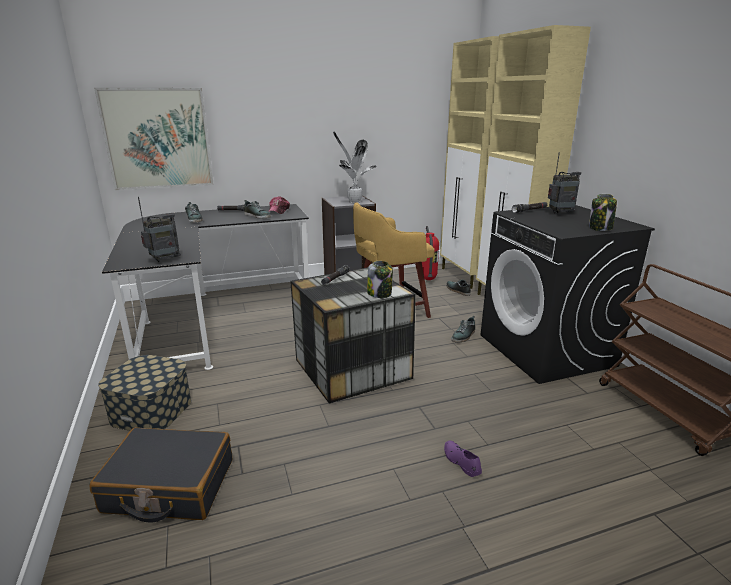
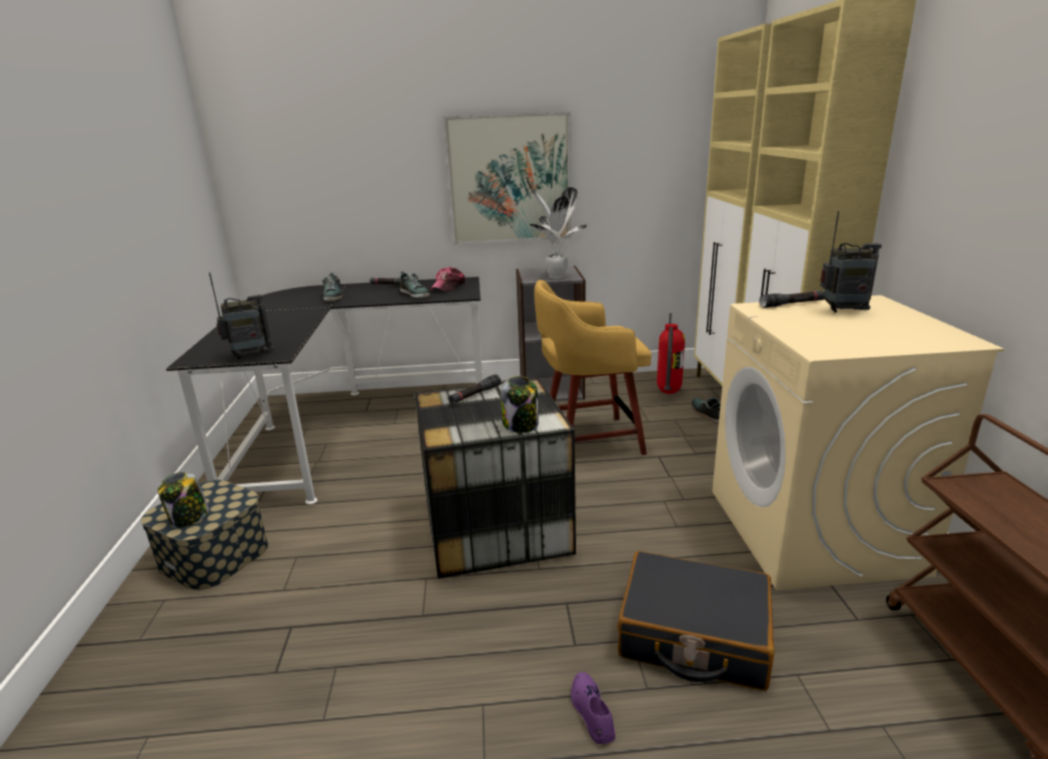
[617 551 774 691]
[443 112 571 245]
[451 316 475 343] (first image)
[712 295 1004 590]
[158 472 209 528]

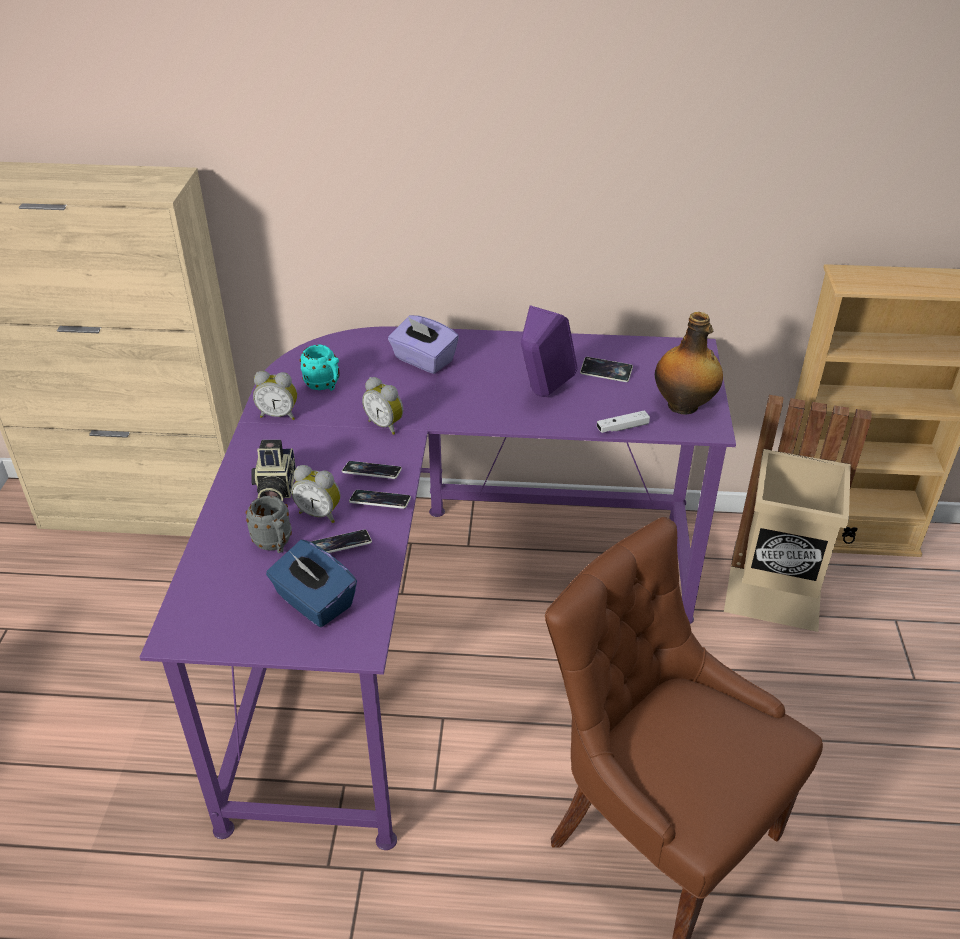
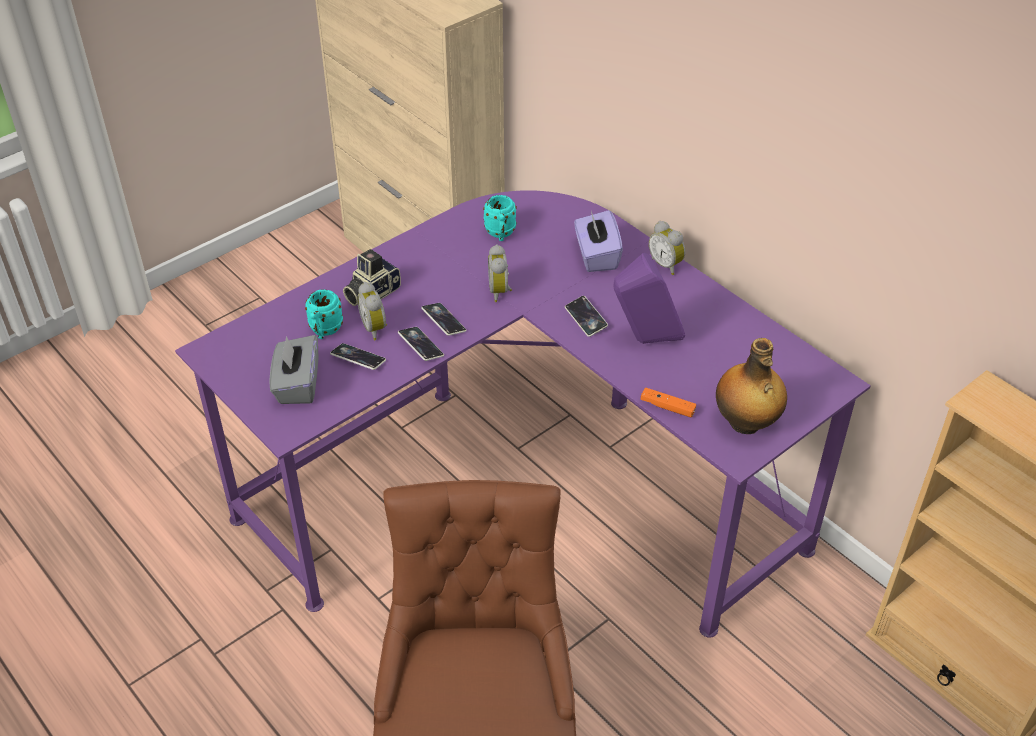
[305 289 343 339]
[649 221 686 275]
[269 335 318 404]
[565 296 608 337]
[641 388 696 418]
[724 395 871 632] (first image)

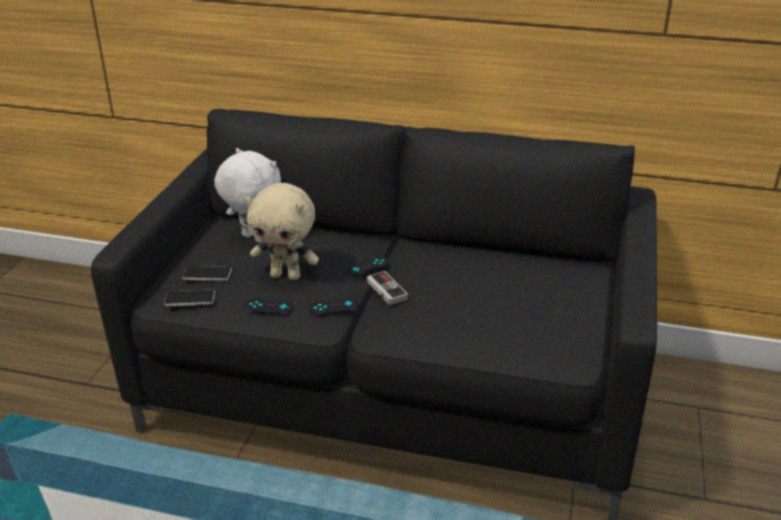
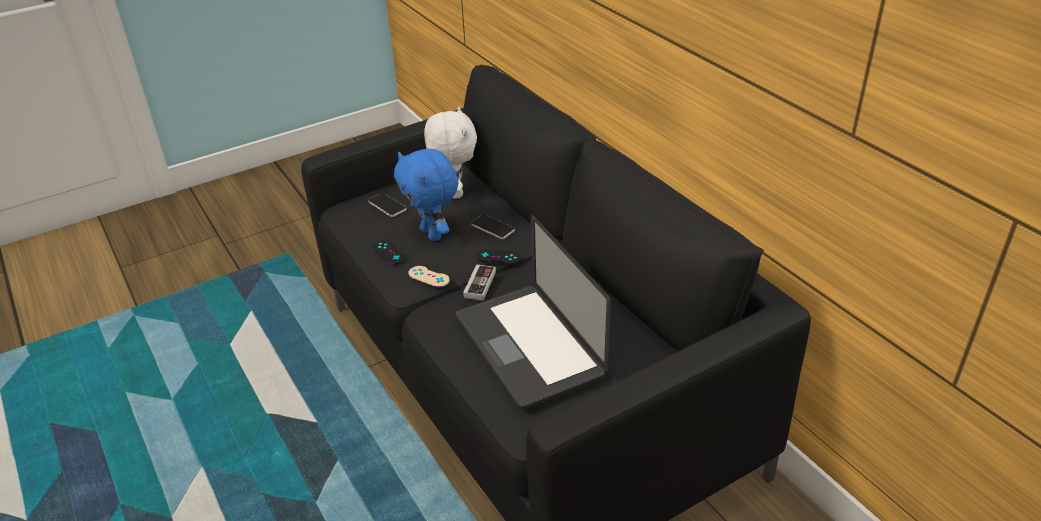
[471 215 515 239]
[394 149 458 241]
[408 266 450 287]
[456 215 611 410]

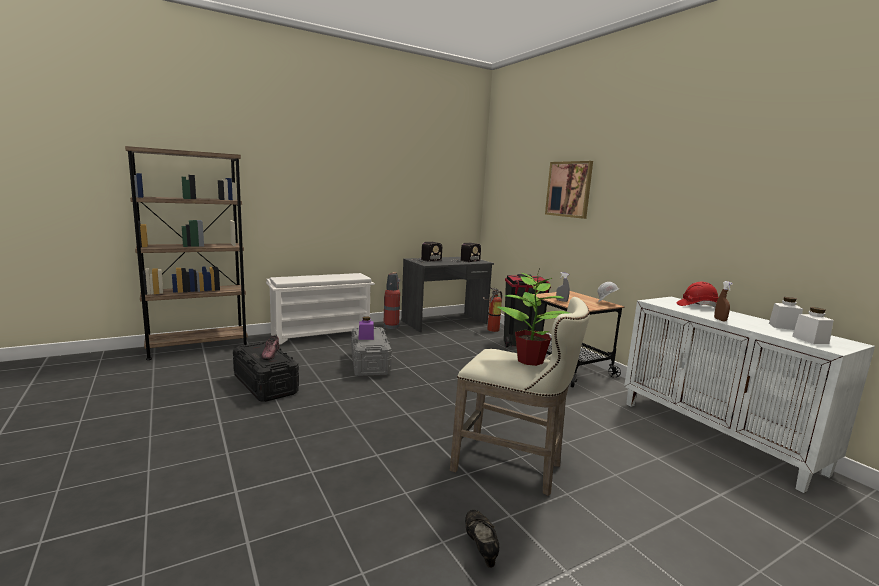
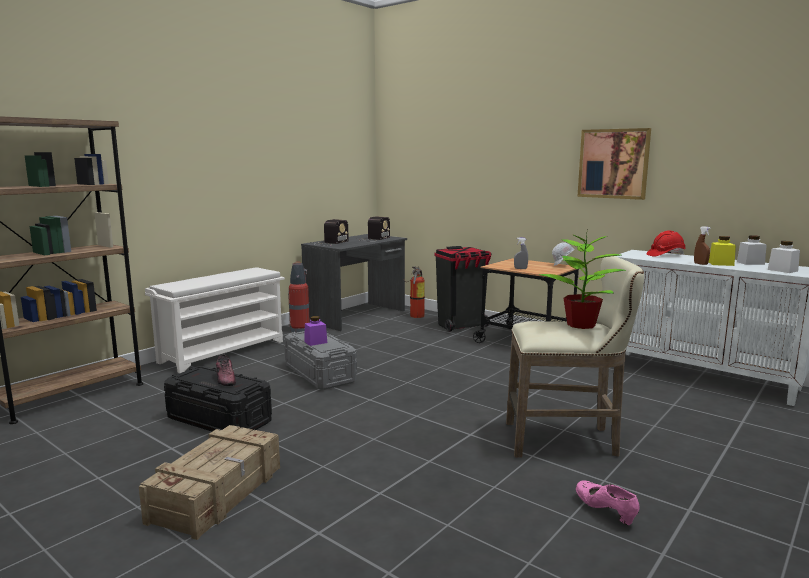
[576 480 640 525]
[577 128 651 200]
[139 425 280 540]
[709 236 736 266]

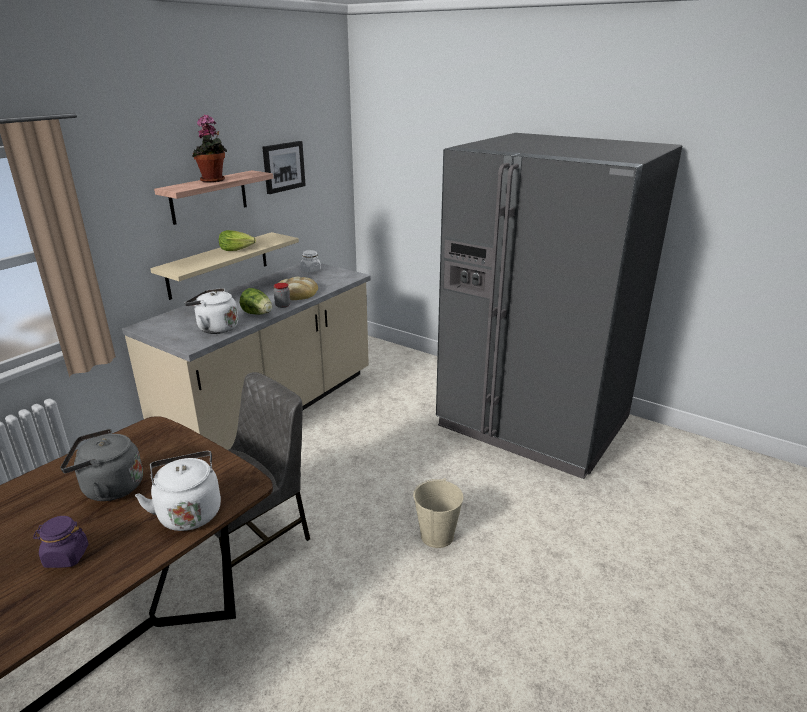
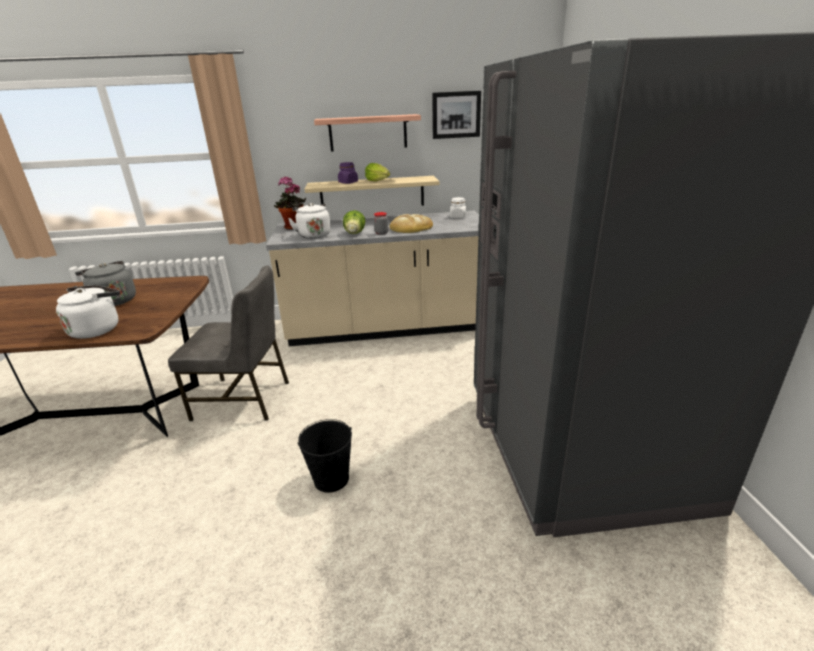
[338 162 358 184]
[274 177 306 230]
[297 419 352 493]

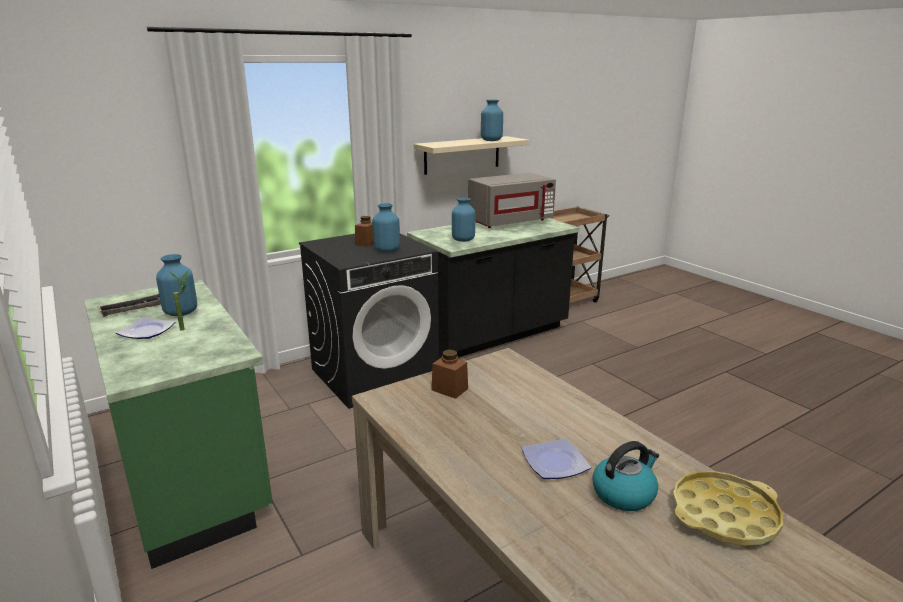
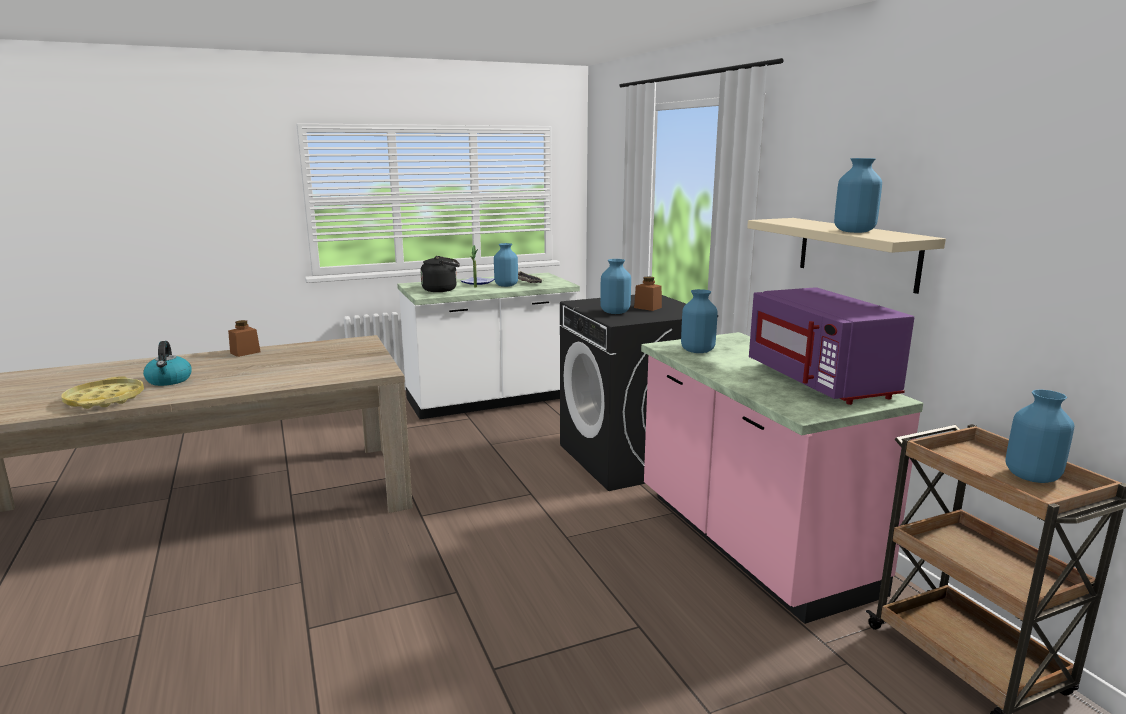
[397 273 580 419]
[641 332 923 624]
[228 320 261 357]
[749 287 914 405]
[522 438 591 479] (first image)
[421 256 460 292]
[1005 389 1074 483]

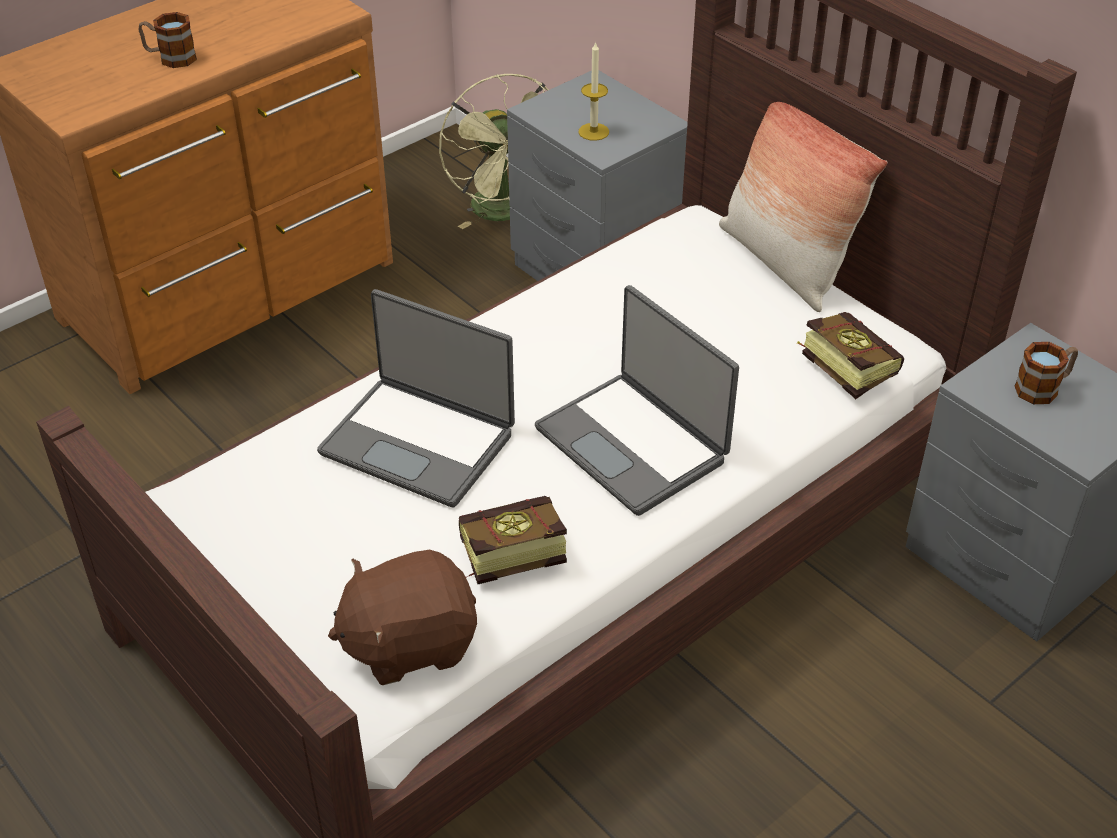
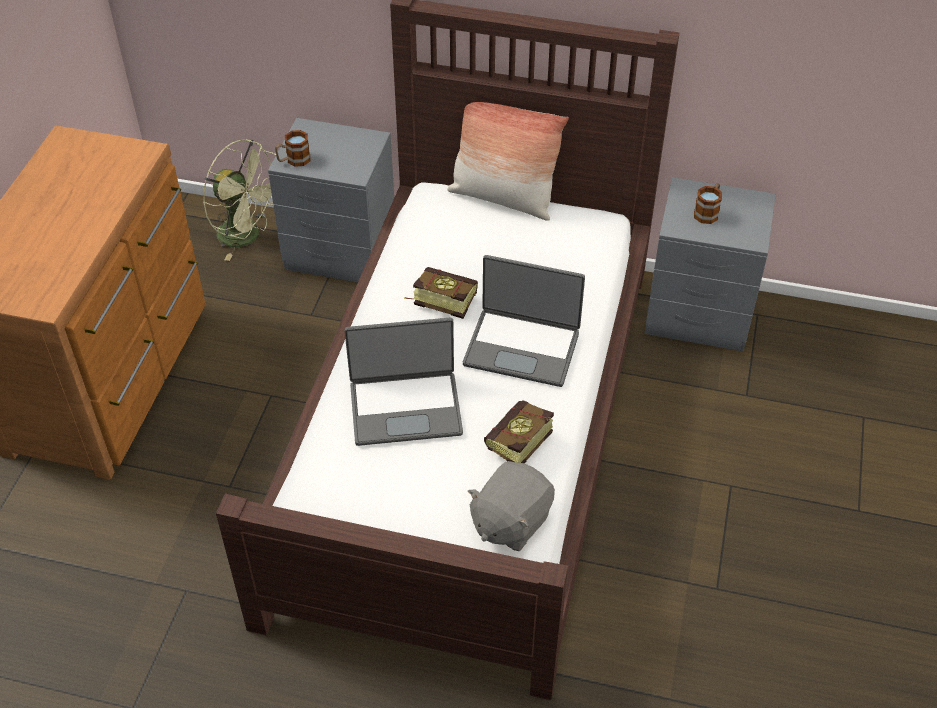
[275 130 310 167]
[468 461 555 551]
[578 41 609 141] (first image)
[404 267 478 319]

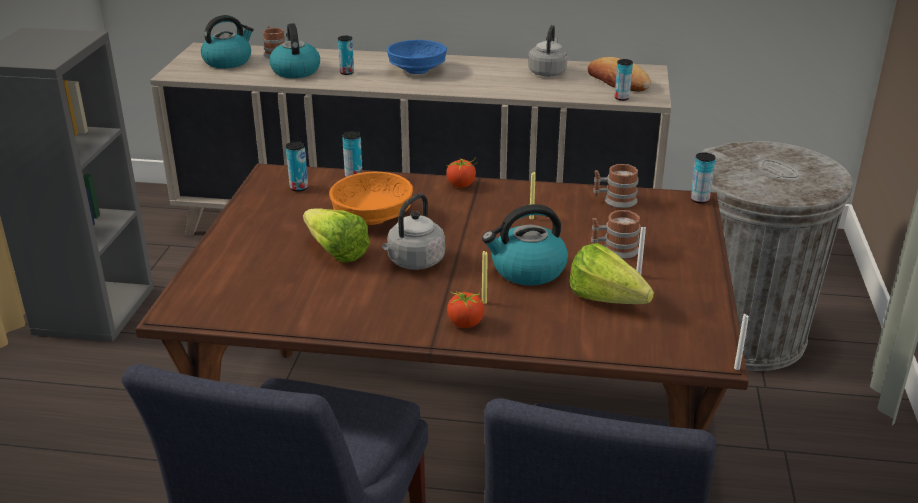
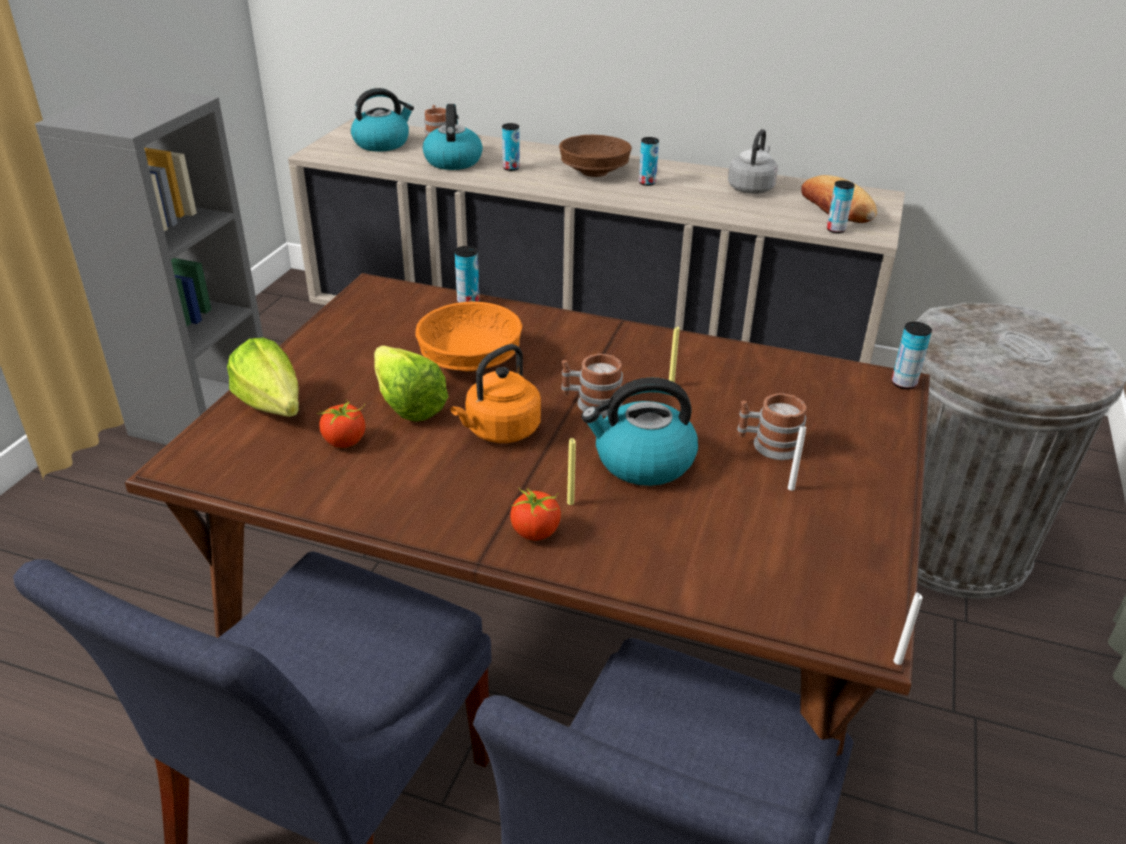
[639 137 659 186]
[450 344 541 443]
[559 135 632 177]
[317 399 365 448]
[227 338 299 417]
[561 354 623 417]

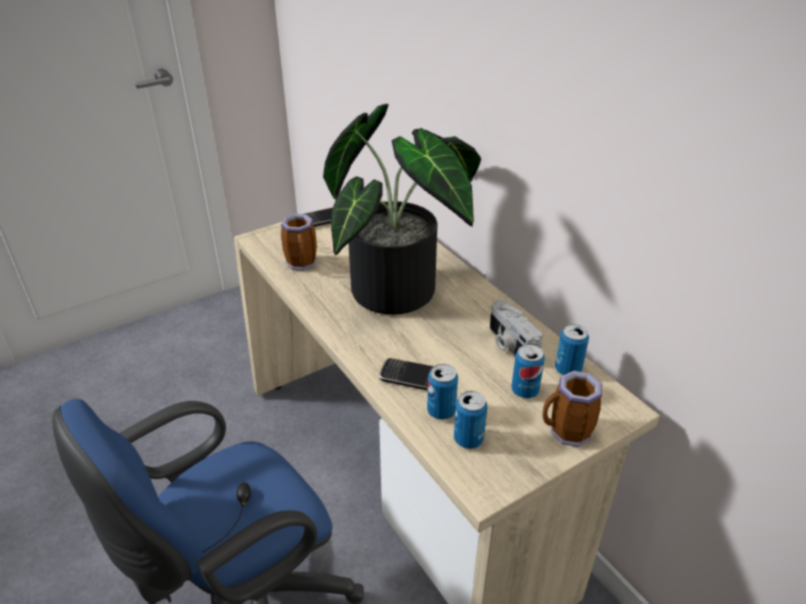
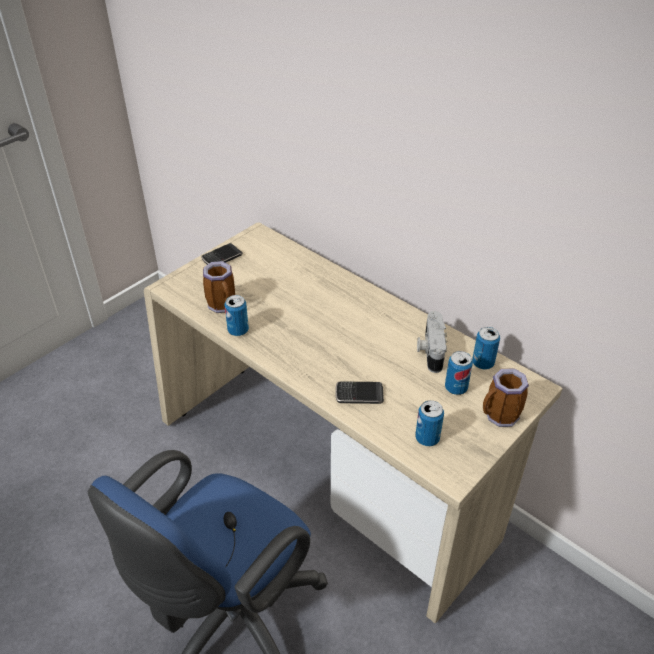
[323 104 481 315] (first image)
[224 295 249 336]
[417 311 448 373]

